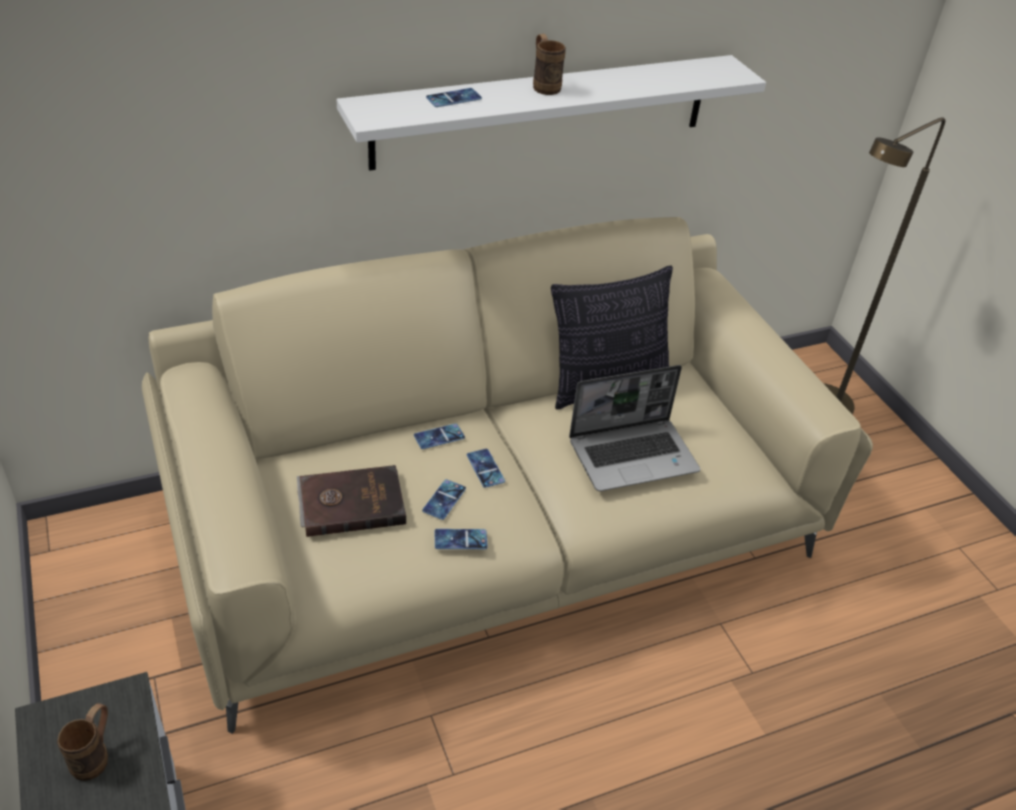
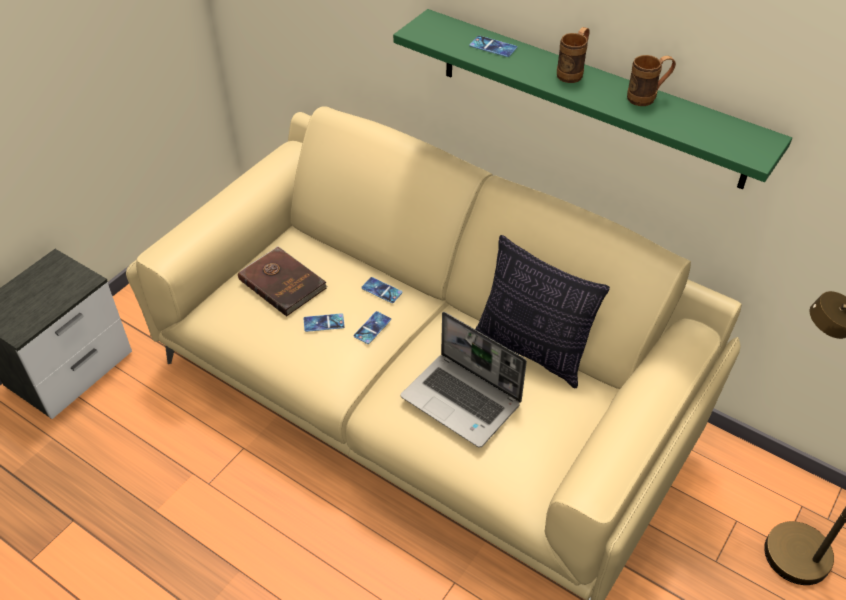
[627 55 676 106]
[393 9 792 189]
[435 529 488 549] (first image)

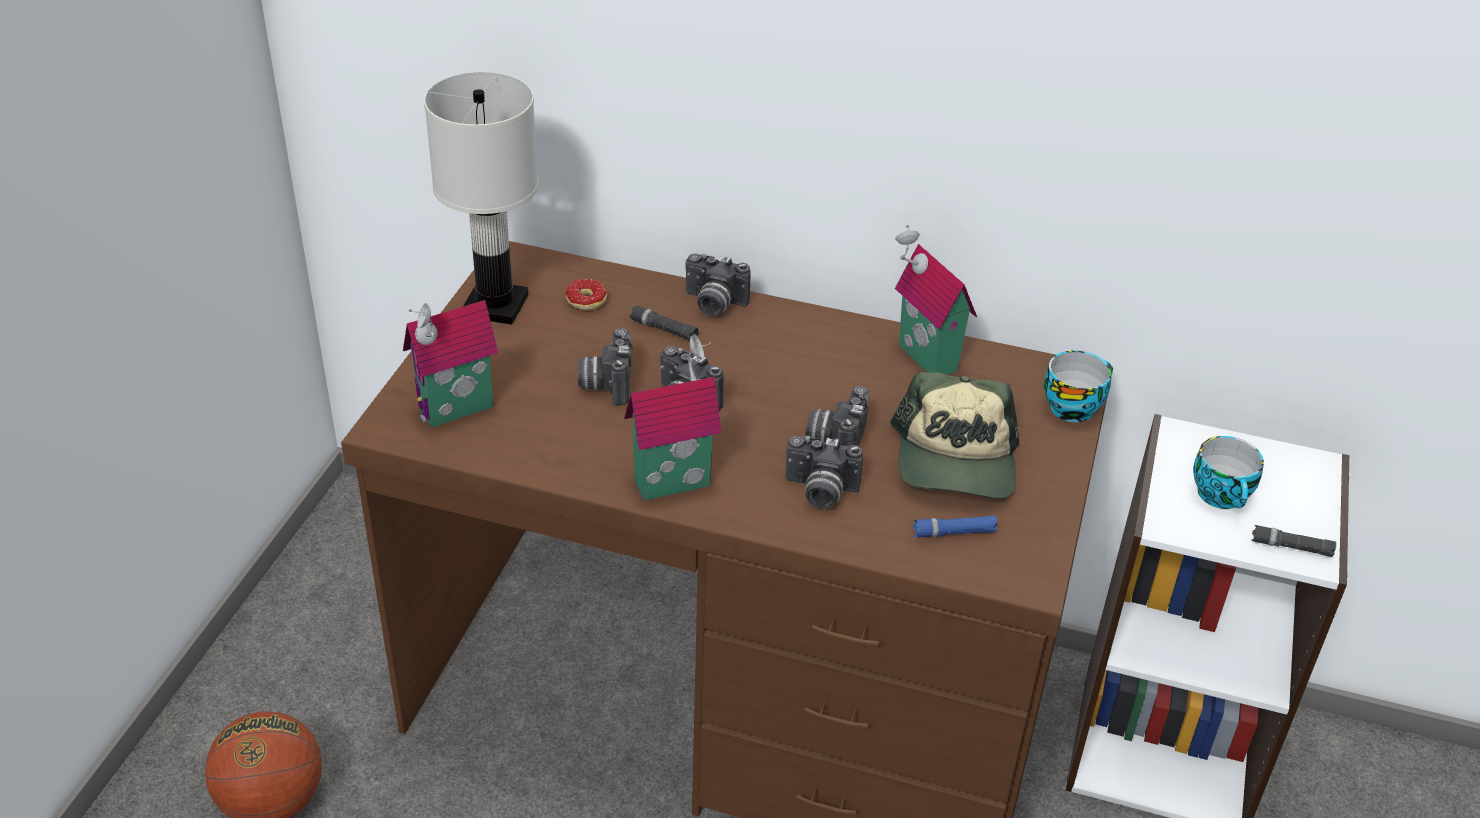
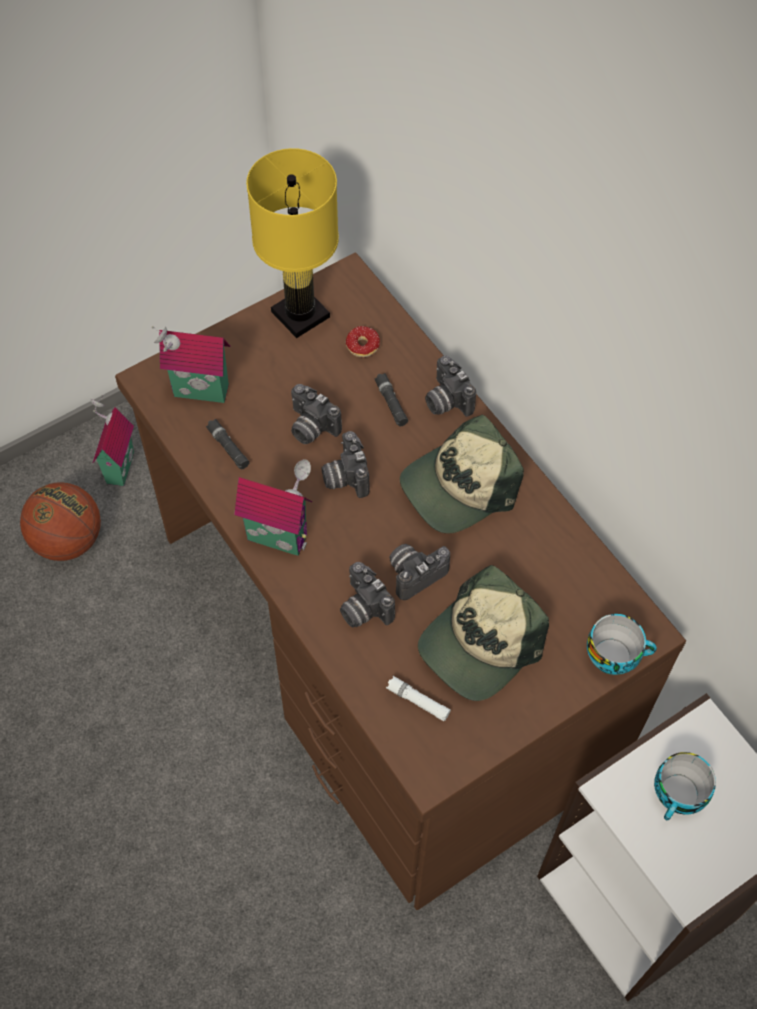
[246 148 339 338]
[291 384 342 444]
[91 395 134 486]
[386 676 451 721]
[206 419 250 469]
[400 414 524 534]

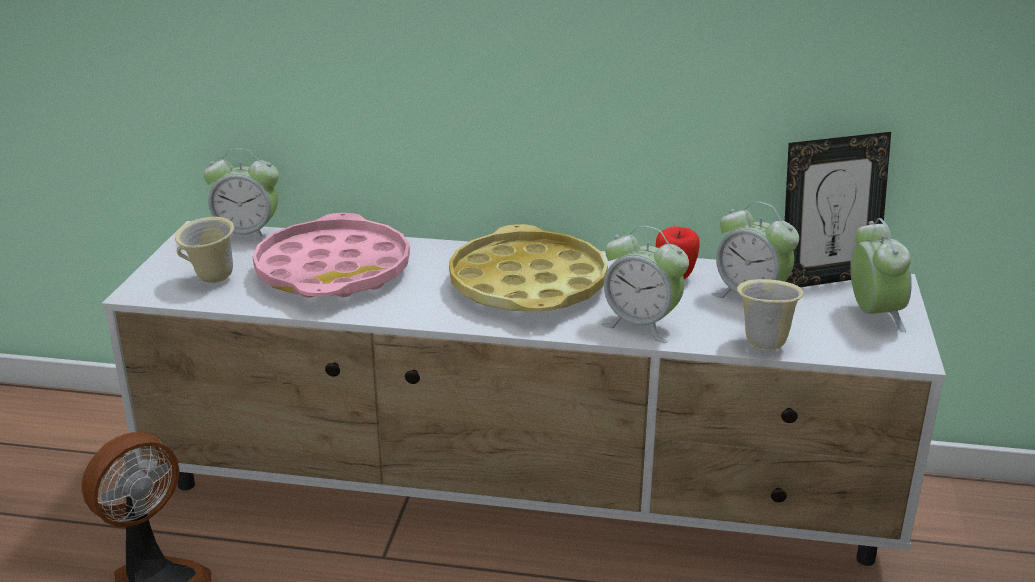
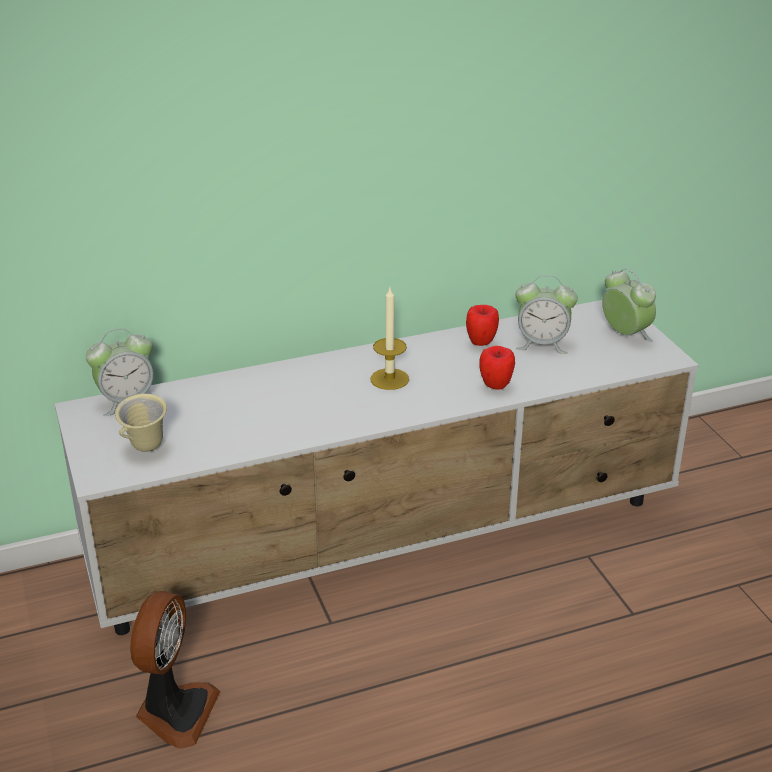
[252 213 410 298] (first image)
[370 288 409 390]
[479 346 515 390]
[737 279 804 351] (first image)
[785 132 891 287] (first image)

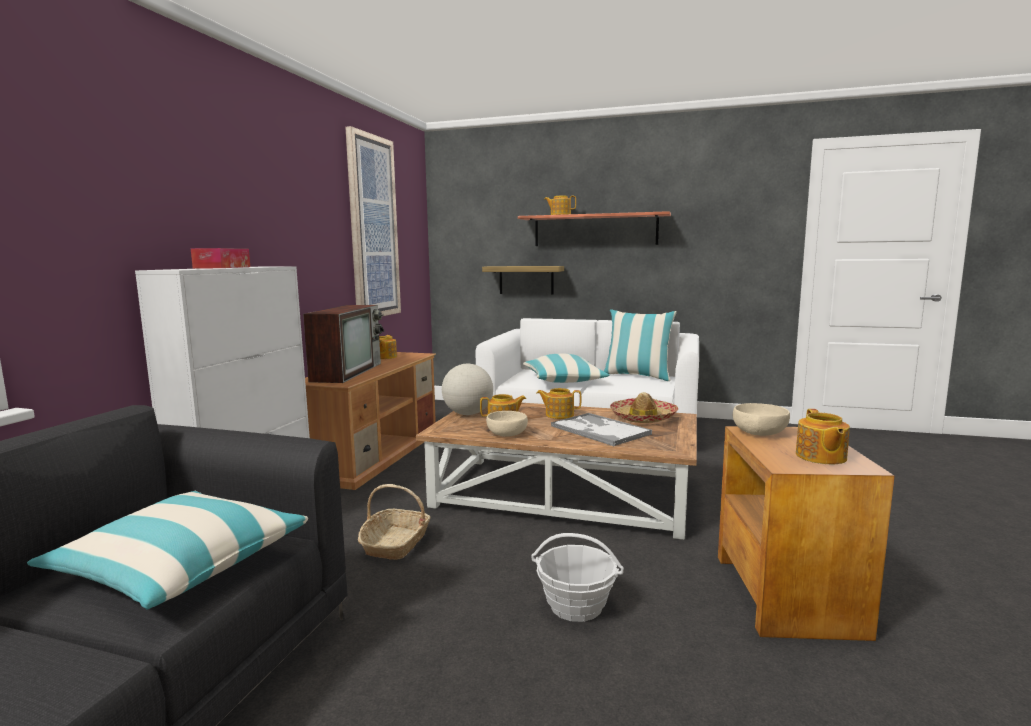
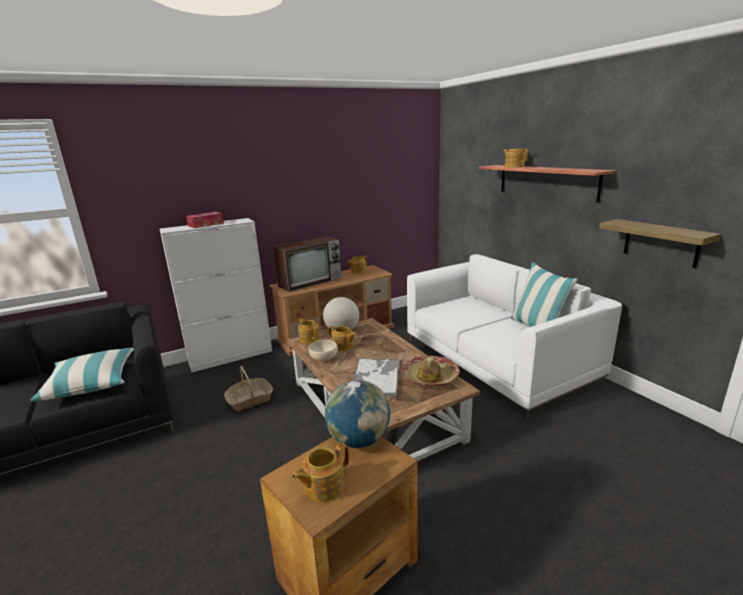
[345 126 401 316] (first image)
[599 219 721 268]
[523 354 609 383] (first image)
[531 533 624 622] (first image)
[298 318 320 344]
[325 380 390 448]

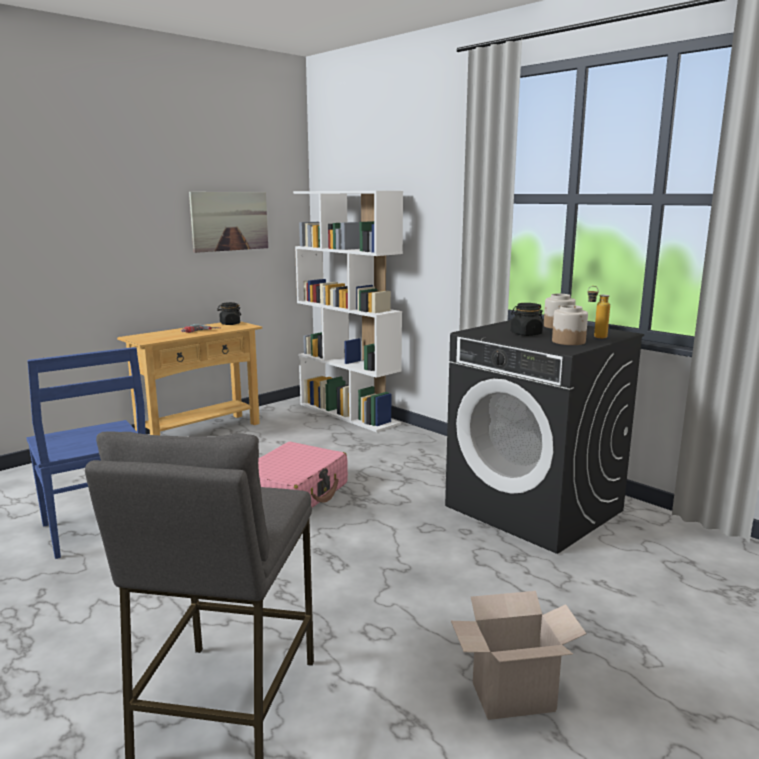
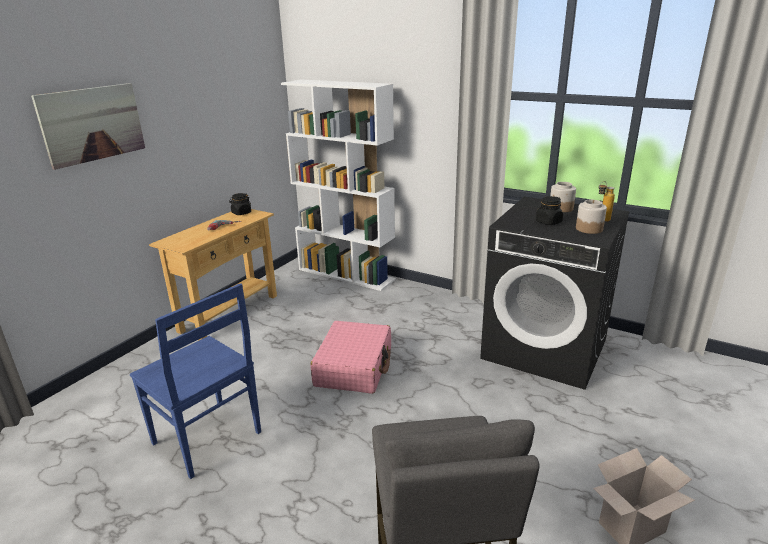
[31 83 145 170]

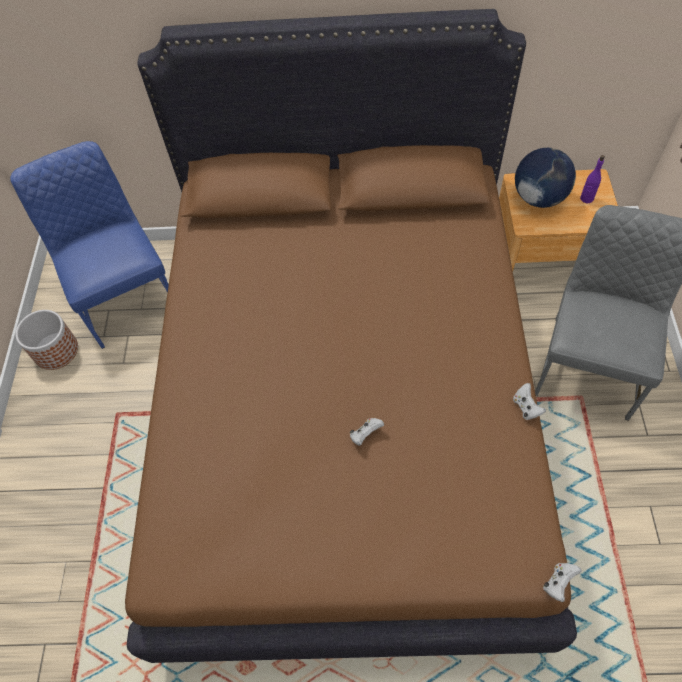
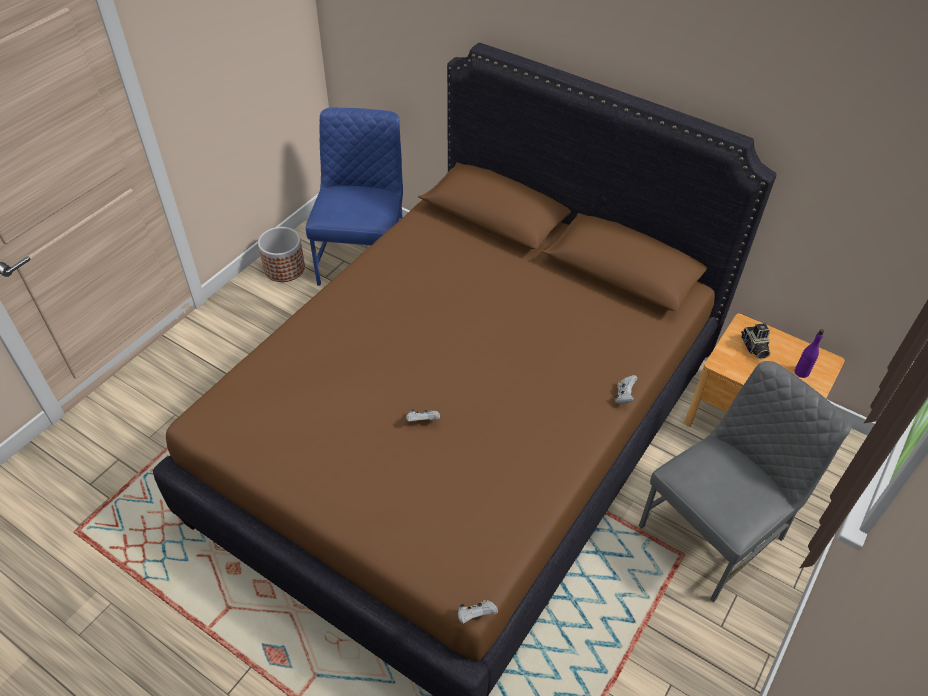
[615 375 638 404]
[741 323 770 359]

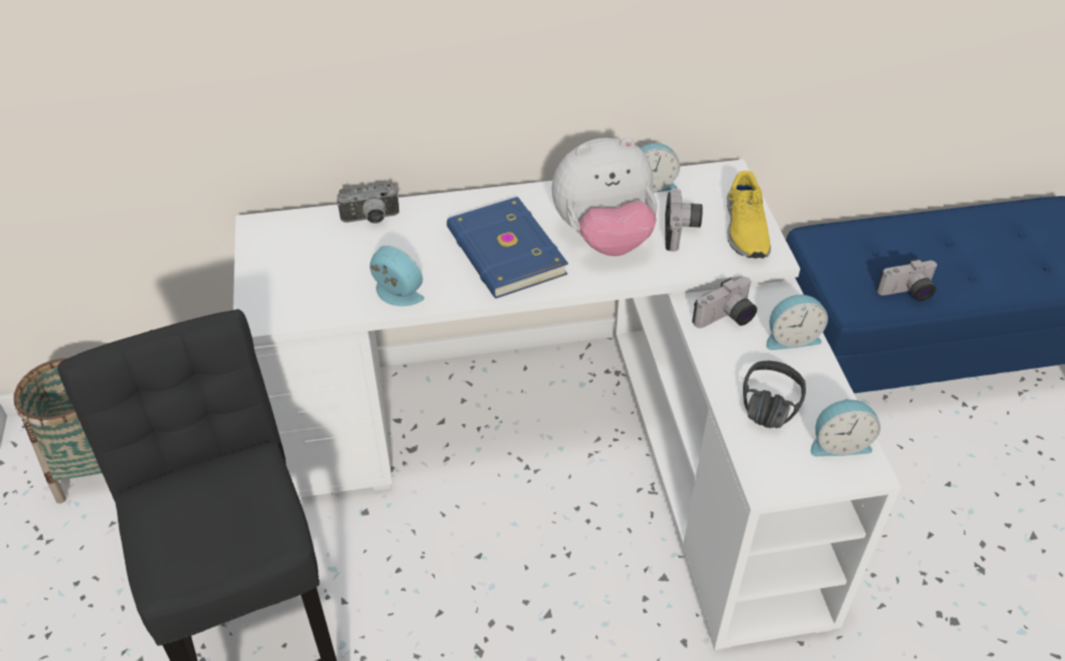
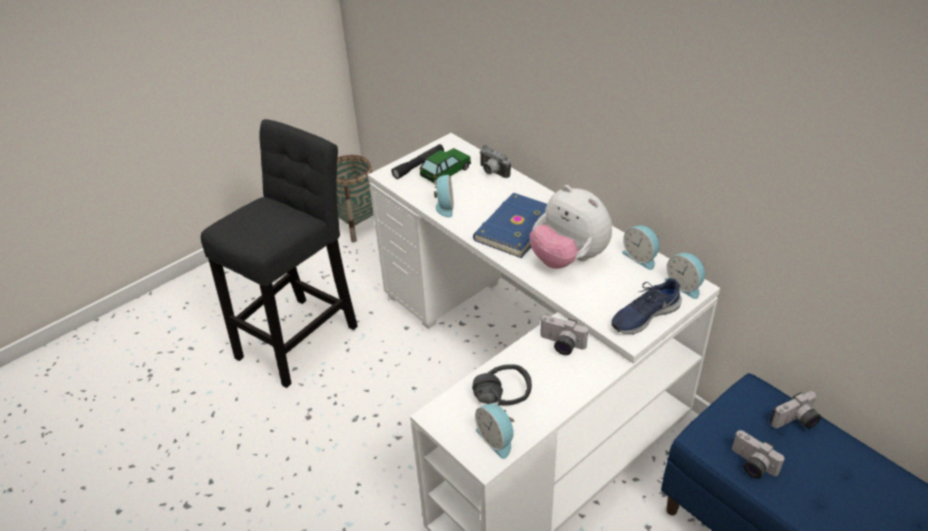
[770 391 821 429]
[611 278 682 334]
[665 253 705 299]
[391 144 444 179]
[420 148 471 183]

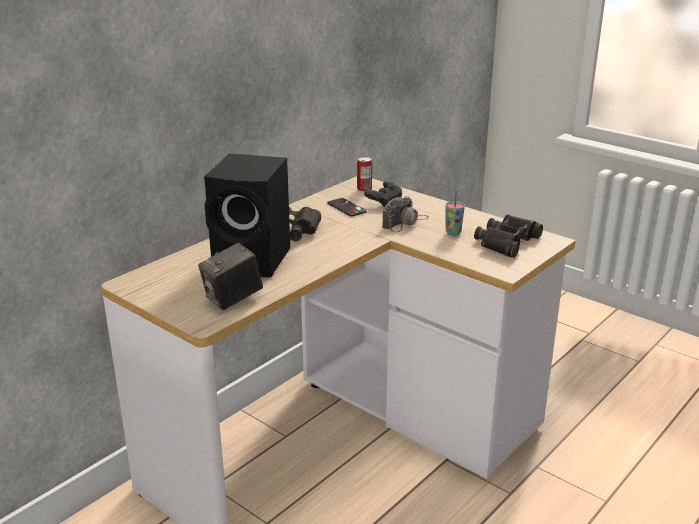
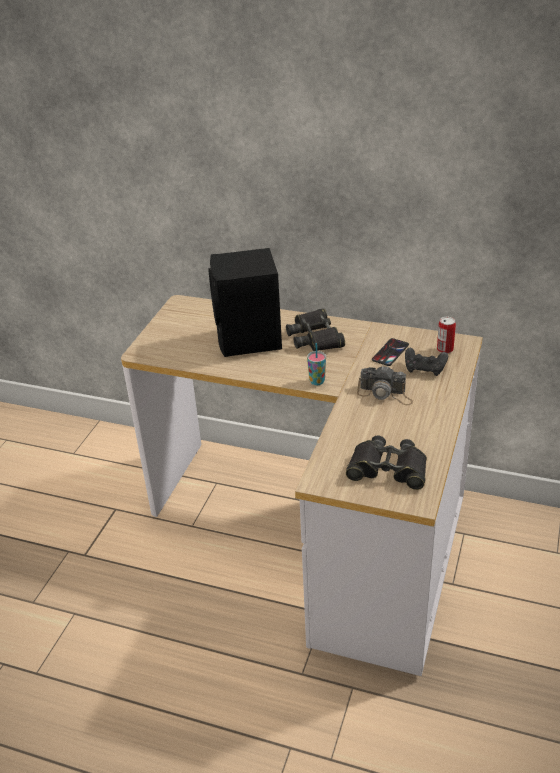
[198 242 263 310] (first image)
[307 343 326 385]

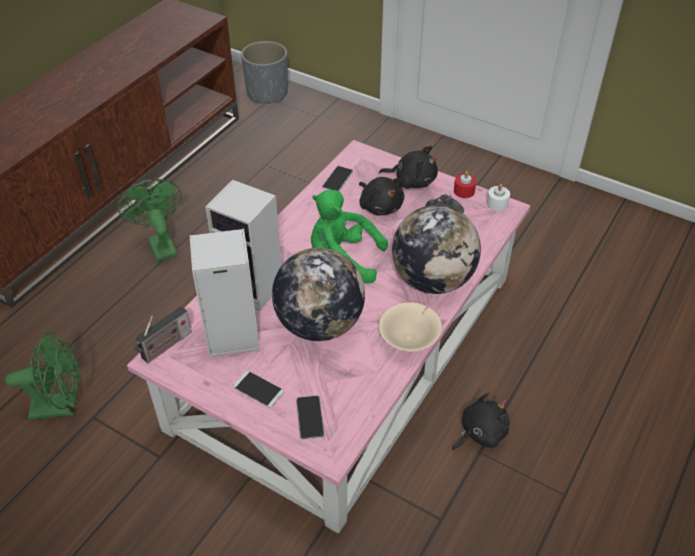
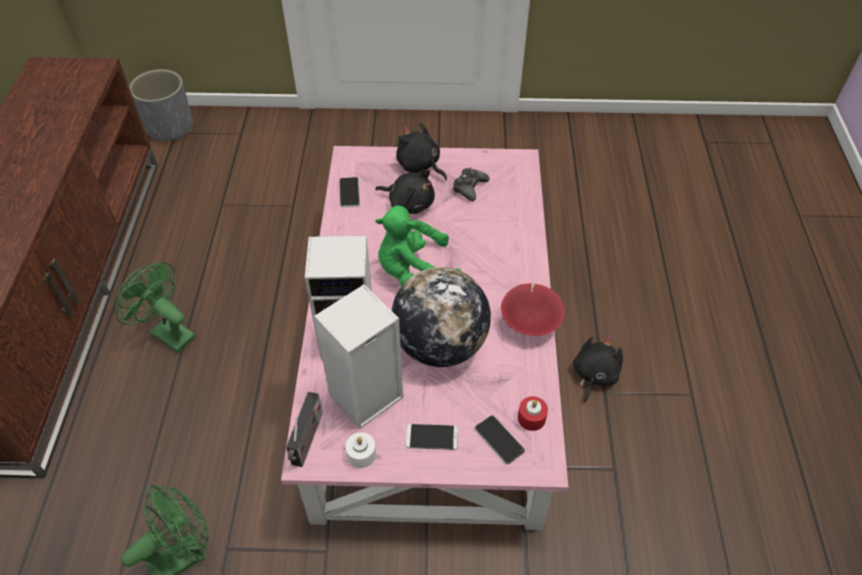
[396 122 447 180]
[501 283 565 336]
[392 205 481 294] (first image)
[518 396 548 431]
[345 432 376 468]

